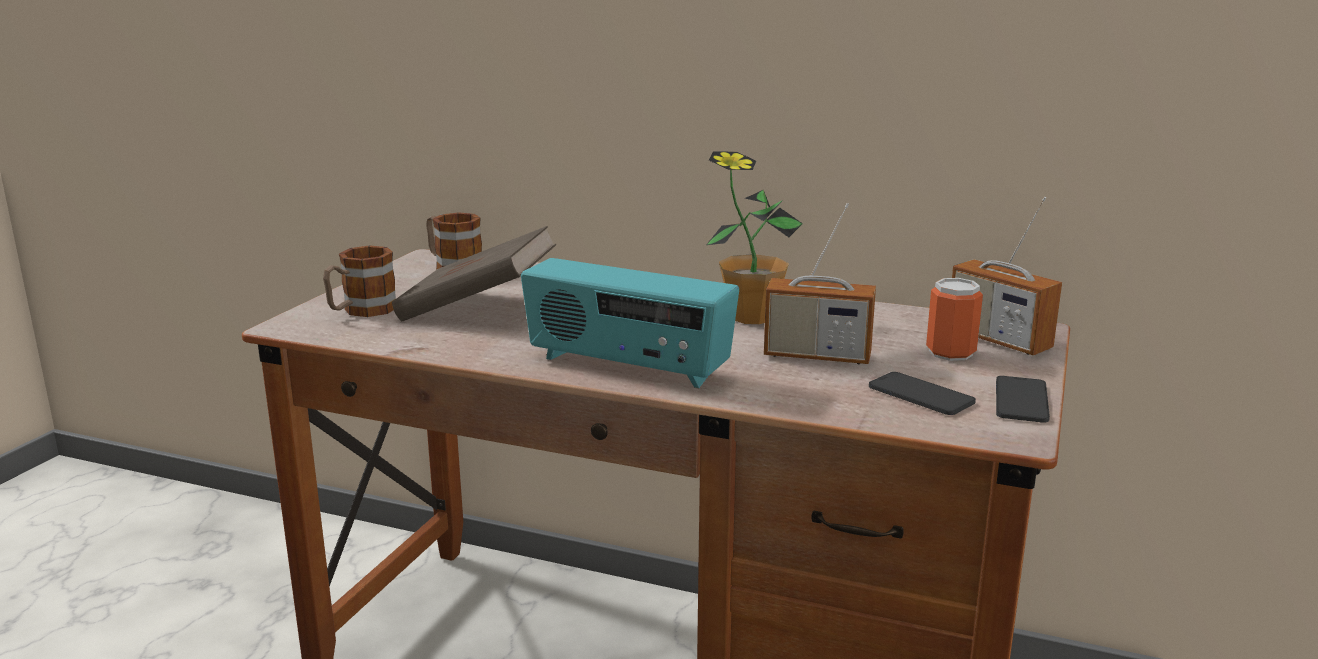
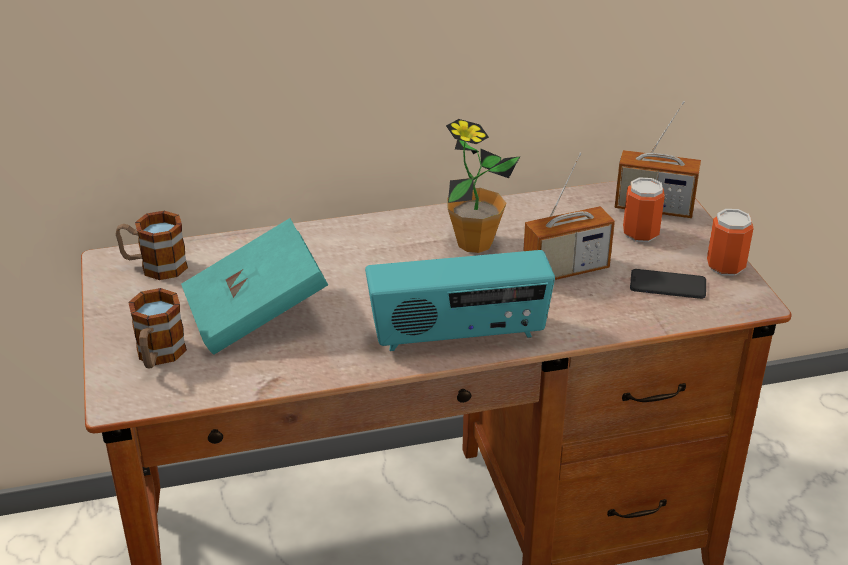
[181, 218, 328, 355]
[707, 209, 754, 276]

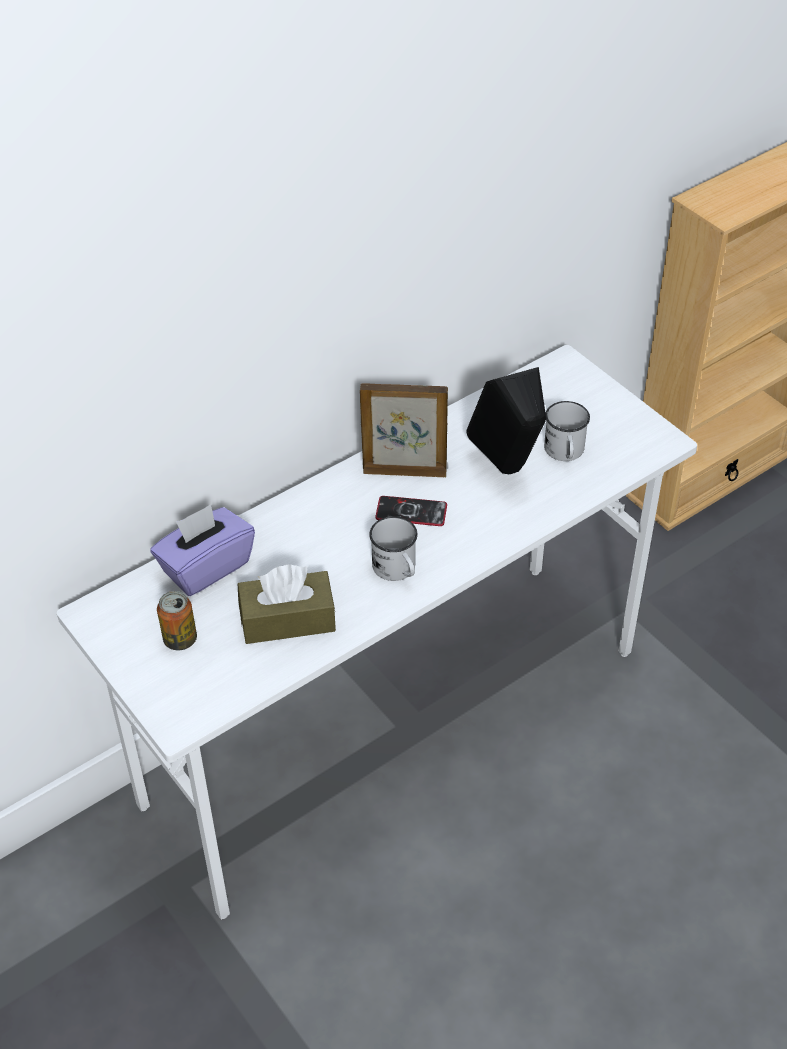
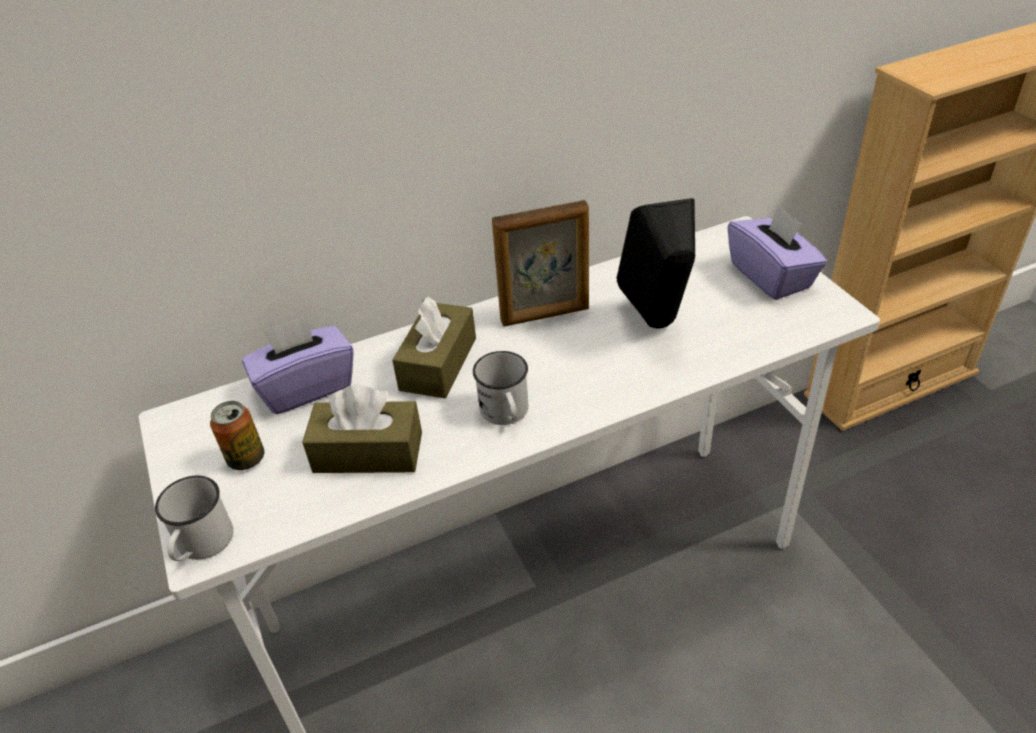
[155, 476, 233, 561]
[392, 297, 476, 398]
[492, 200, 589, 326]
[728, 205, 827, 300]
[375, 496, 447, 526] (first image)

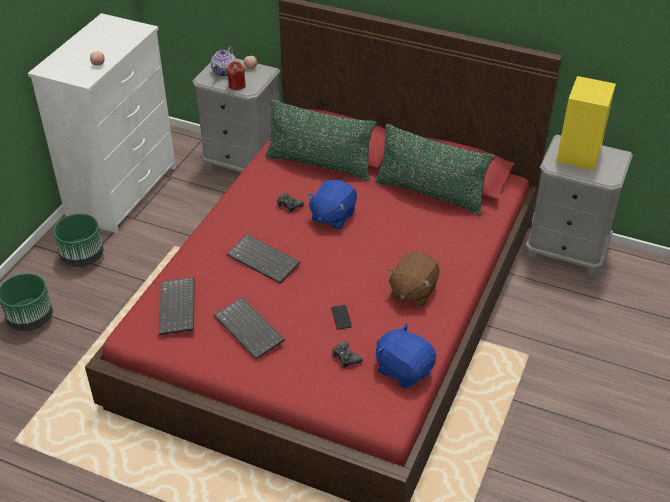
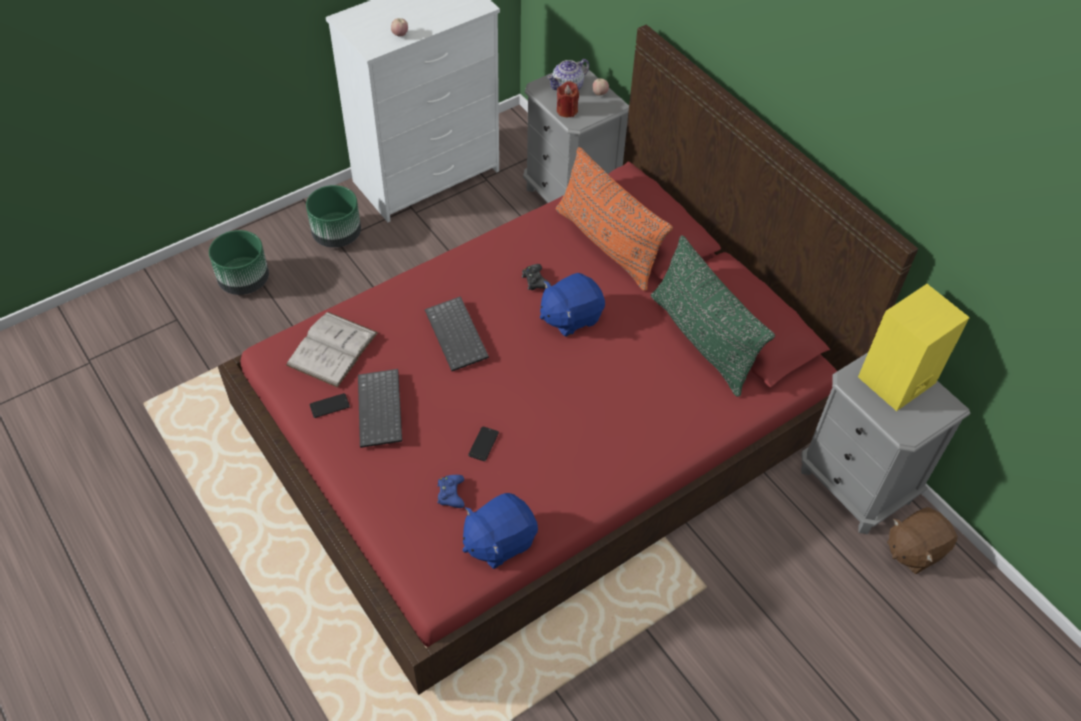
[286, 312, 378, 387]
[310, 393, 350, 418]
[437, 475, 464, 508]
[463, 493, 538, 569]
[556, 147, 673, 291]
[887, 507, 958, 574]

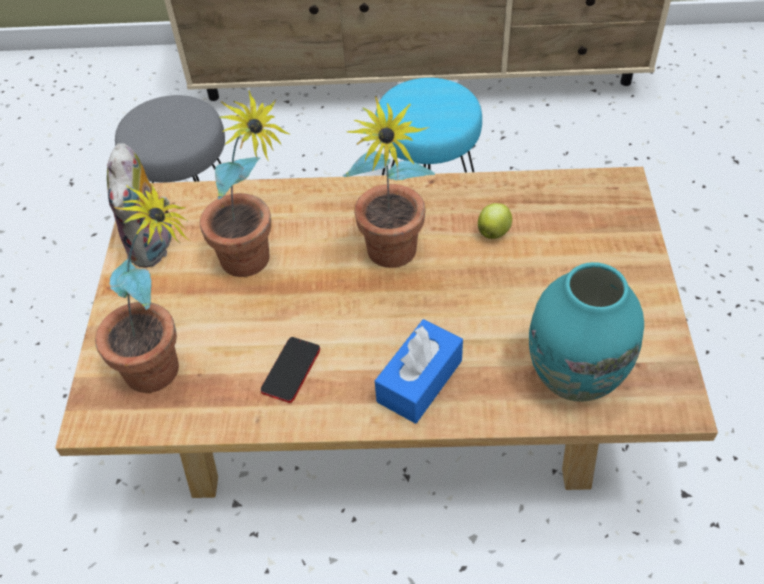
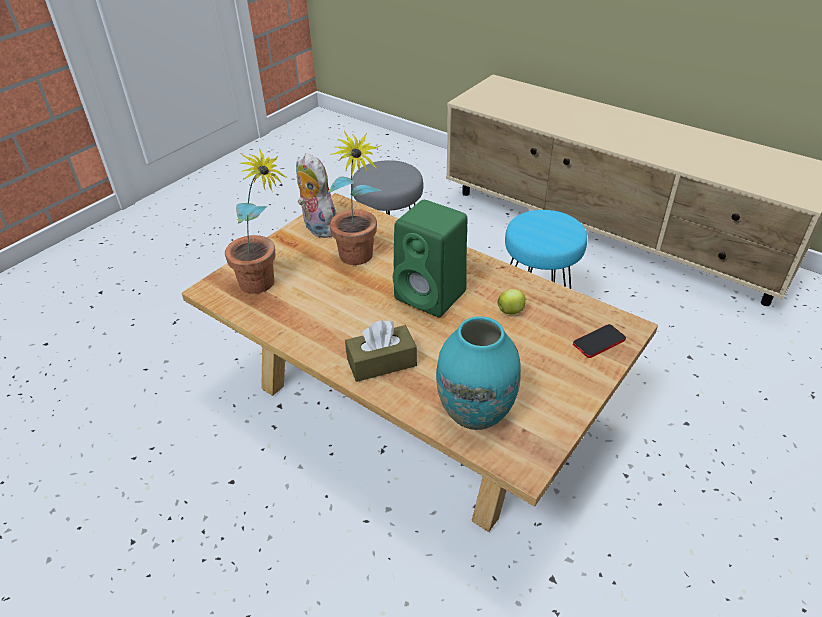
[296, 153, 336, 238]
[345, 320, 417, 382]
[393, 200, 467, 317]
[573, 324, 626, 358]

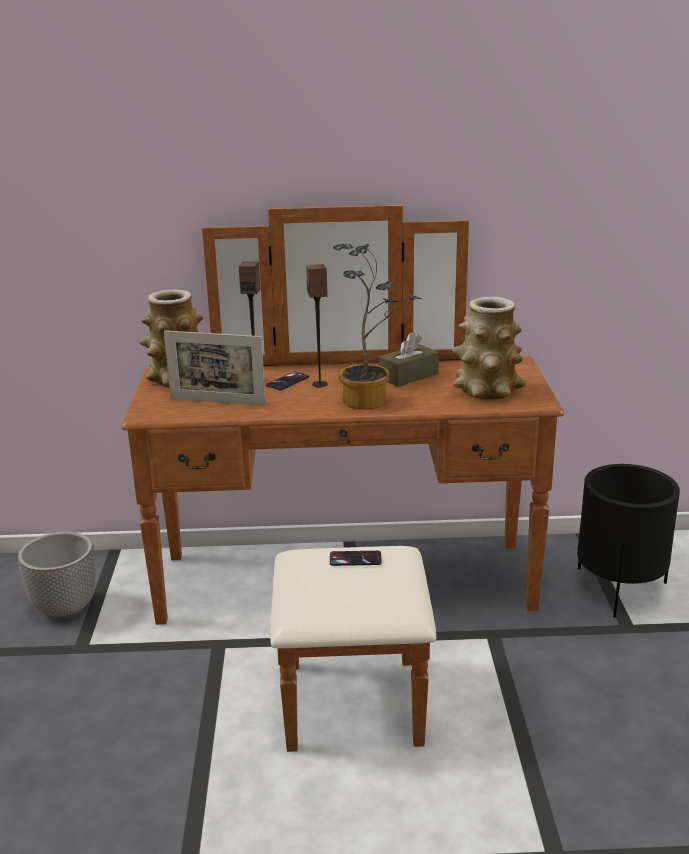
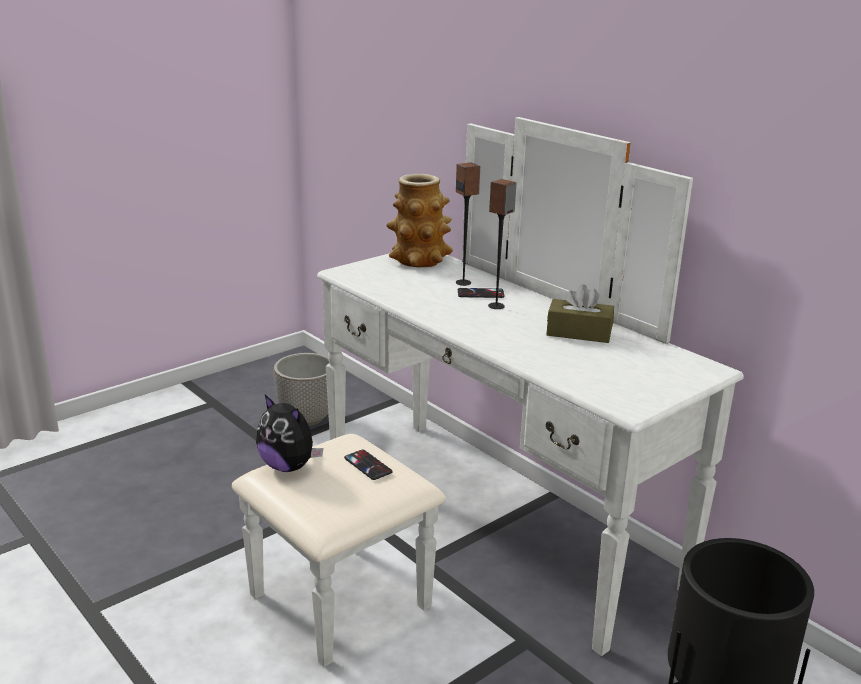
[232, 117, 744, 667]
[256, 395, 323, 472]
[164, 330, 266, 406] (first image)
[333, 244, 422, 410] (first image)
[452, 297, 526, 400] (first image)

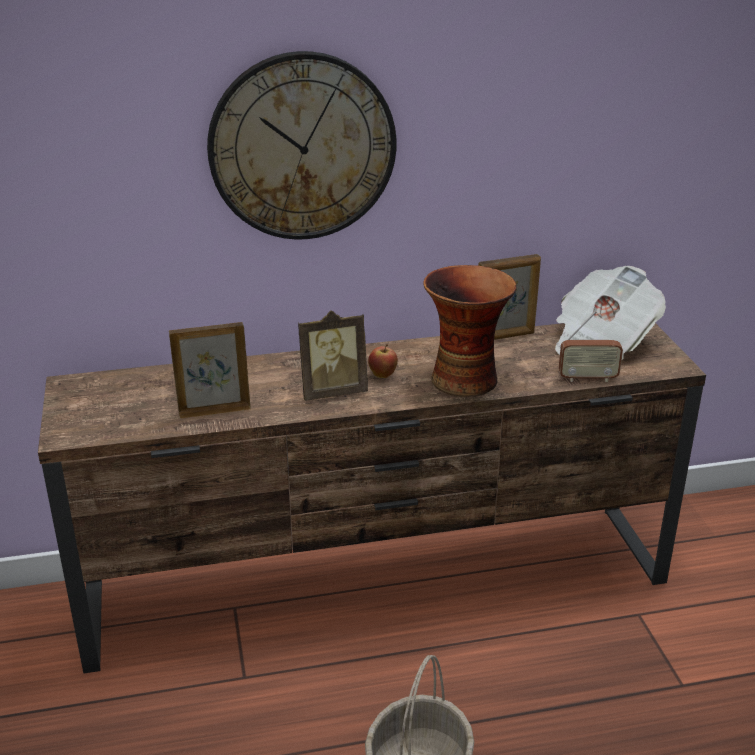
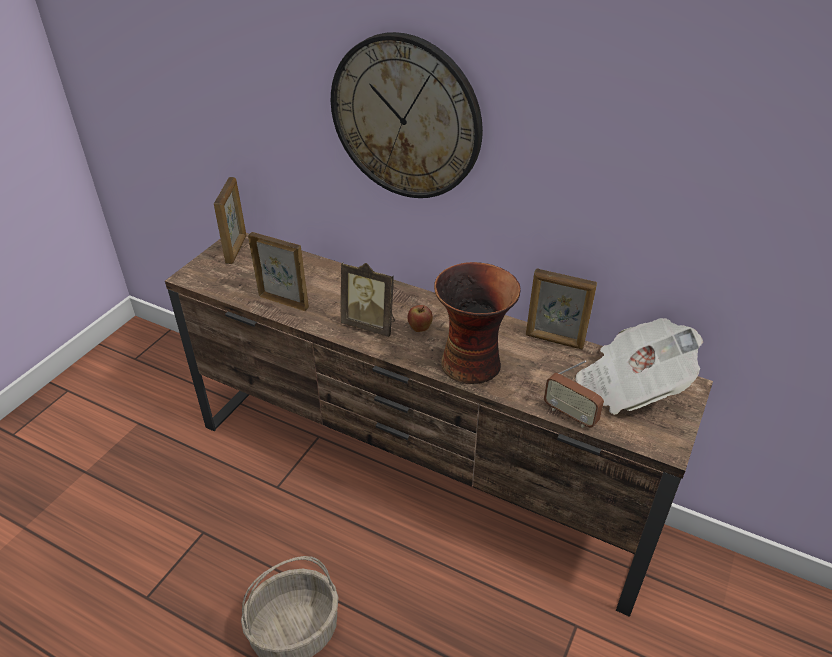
[214, 177, 246, 264]

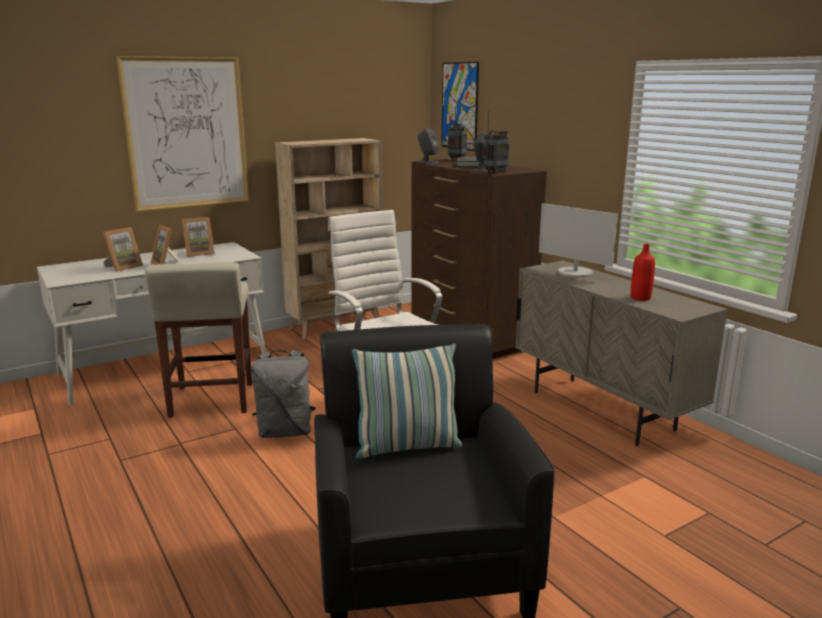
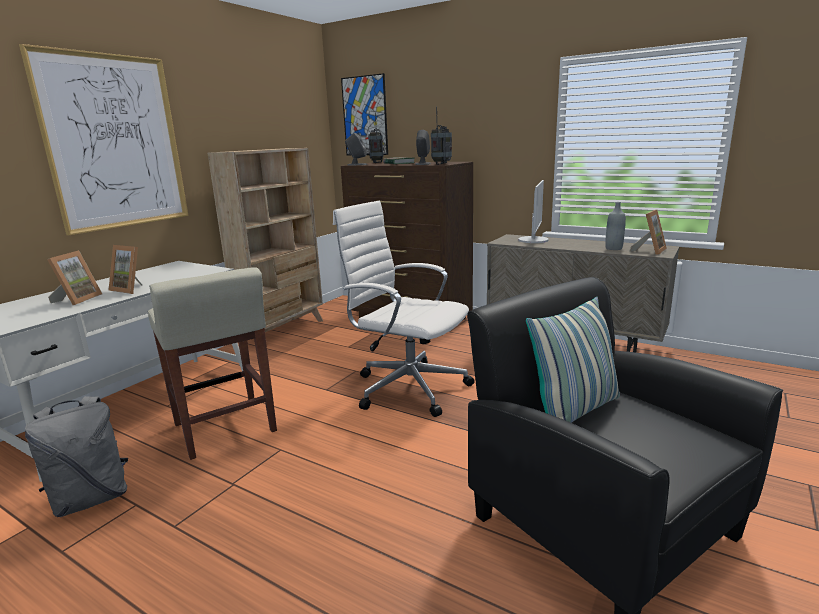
[25, 396, 128, 517]
[518, 180, 548, 243]
[605, 202, 626, 250]
[629, 210, 667, 255]

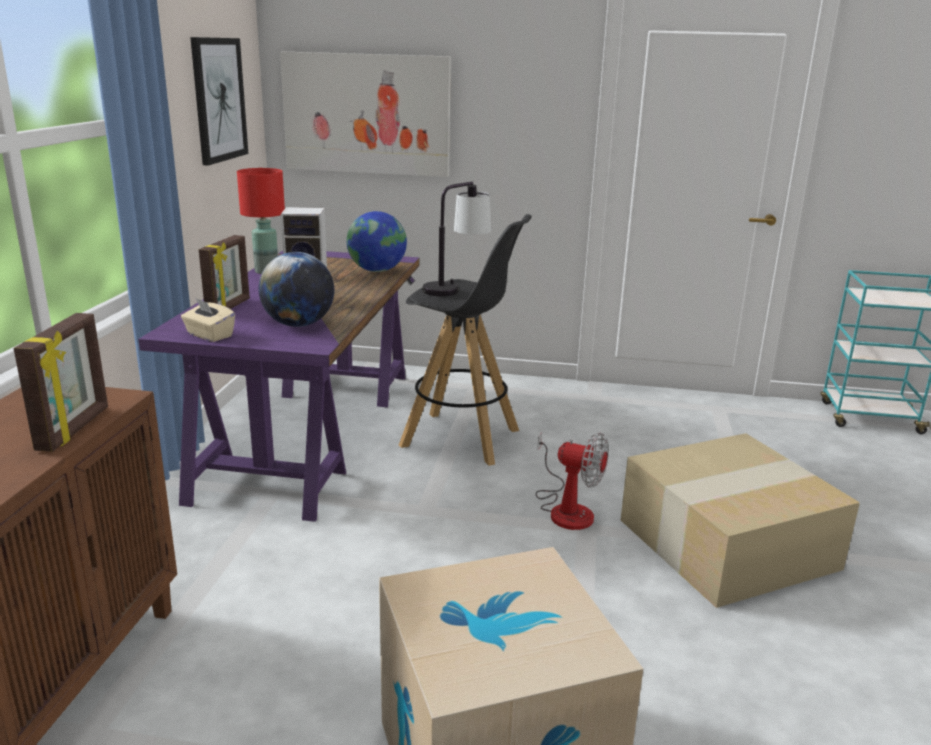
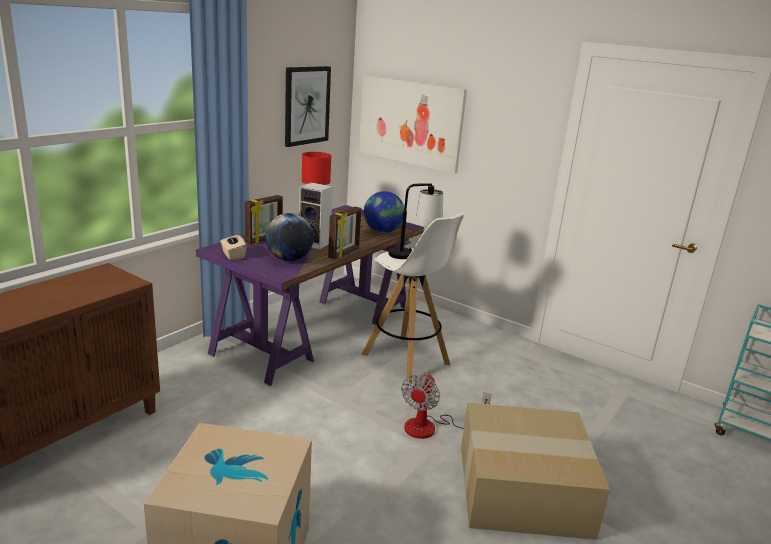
[328, 206, 361, 259]
[362, 213, 464, 383]
[401, 373, 491, 439]

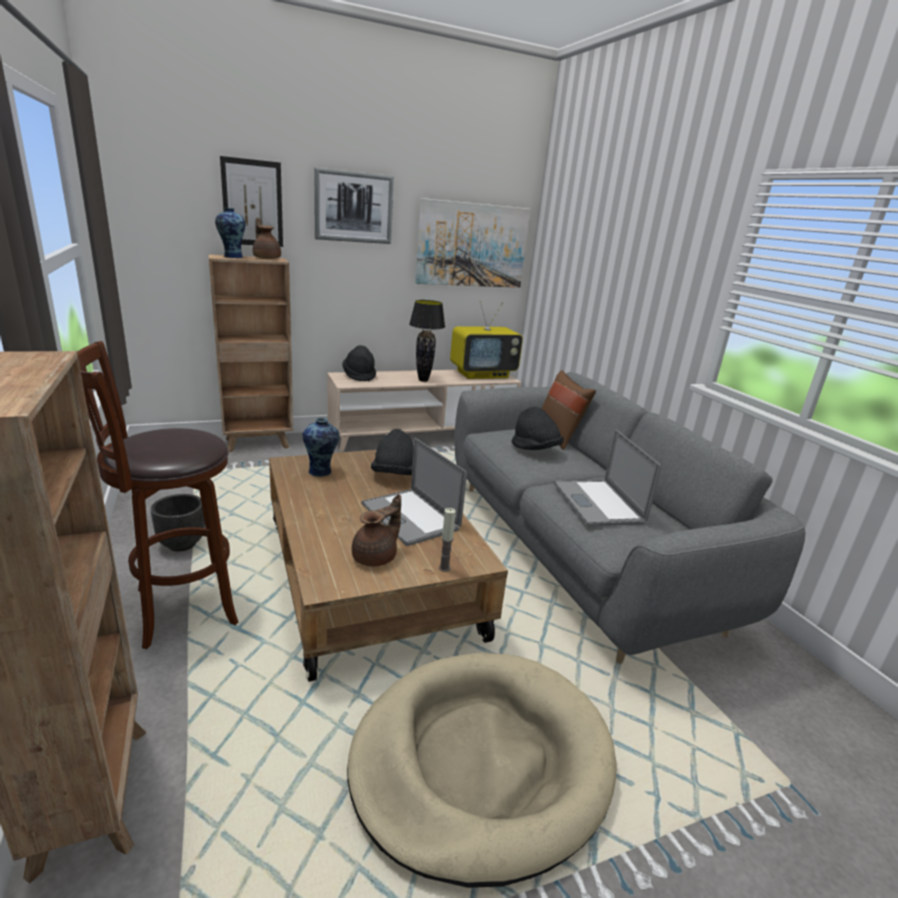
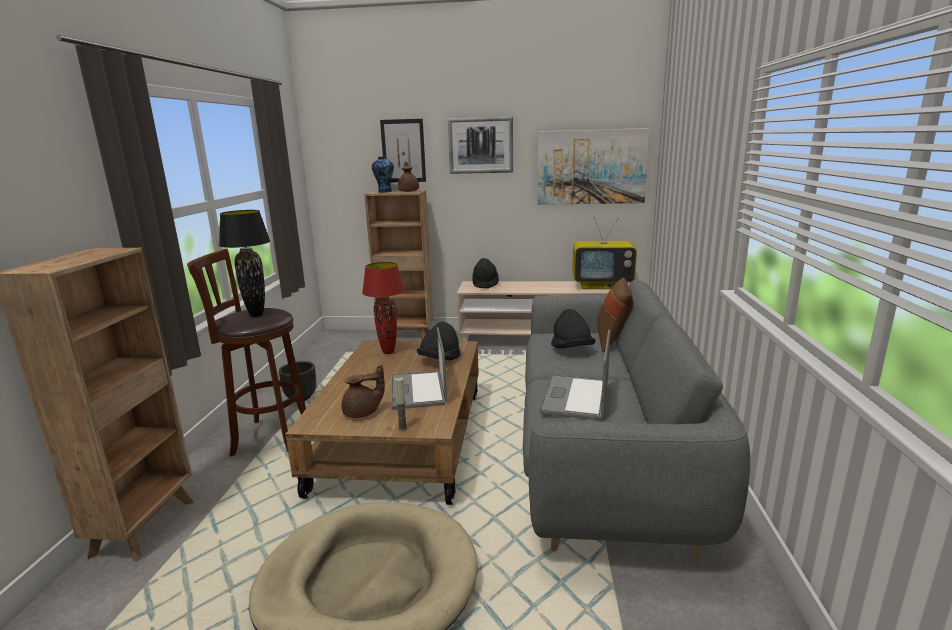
[219, 210, 270, 317]
[362, 262, 404, 354]

